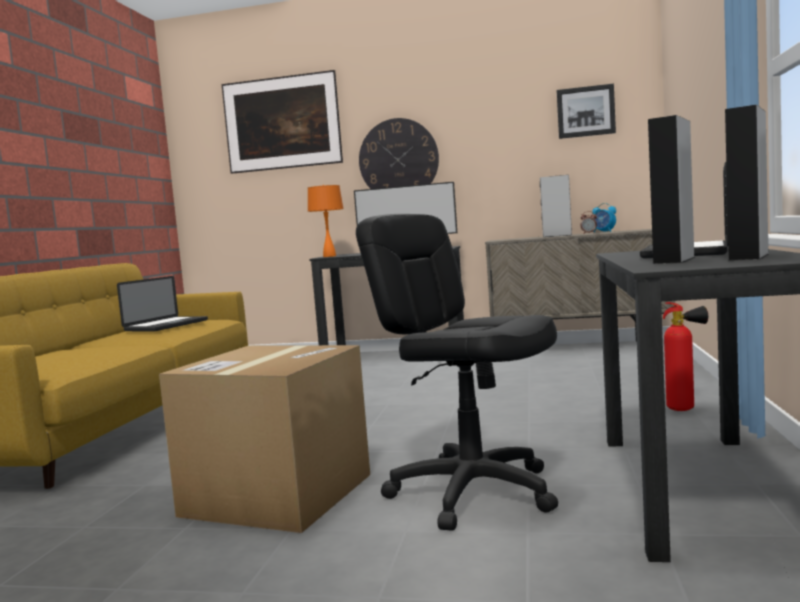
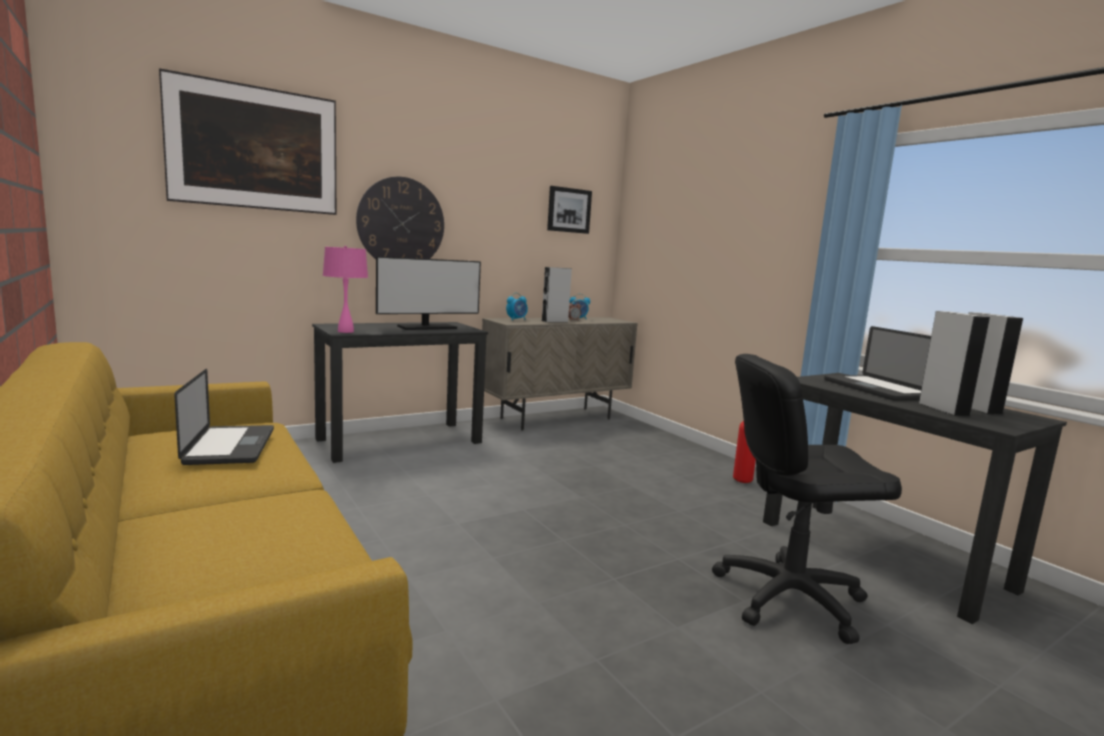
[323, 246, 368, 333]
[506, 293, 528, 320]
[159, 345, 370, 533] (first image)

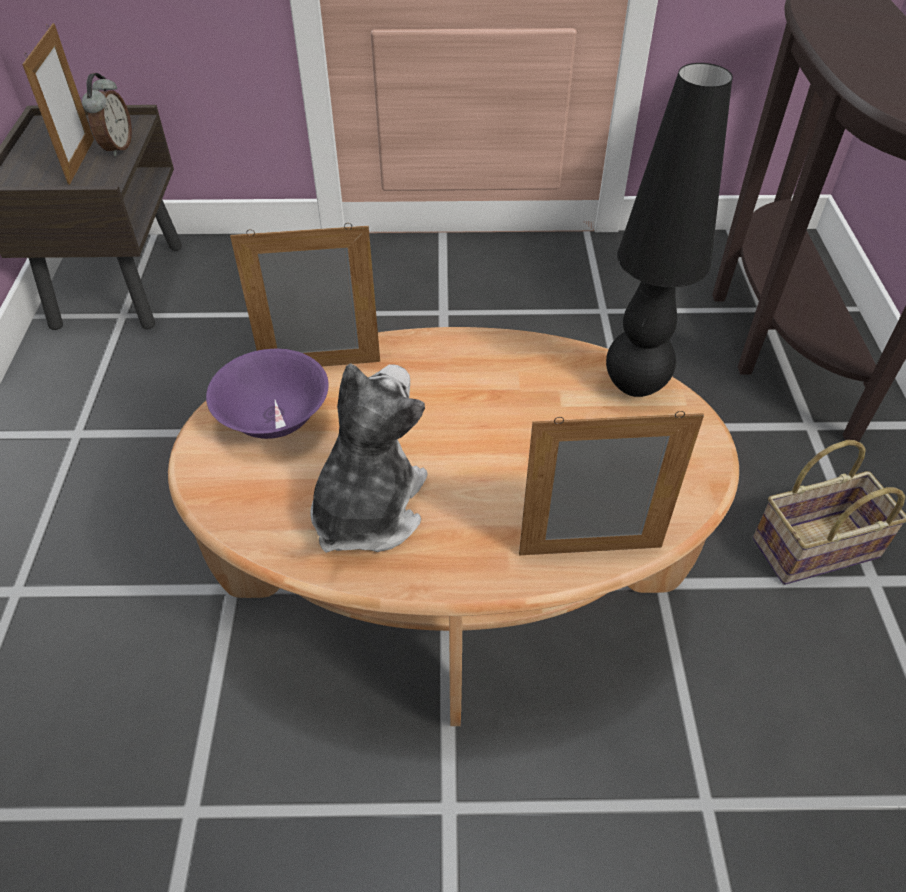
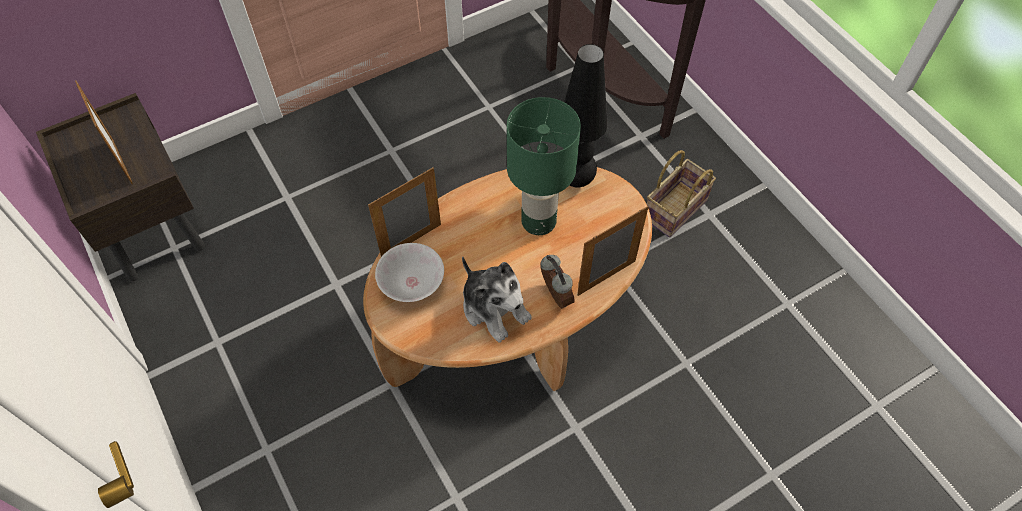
[375, 243, 444, 302]
[462, 256, 532, 343]
[507, 97, 581, 235]
[541, 255, 575, 308]

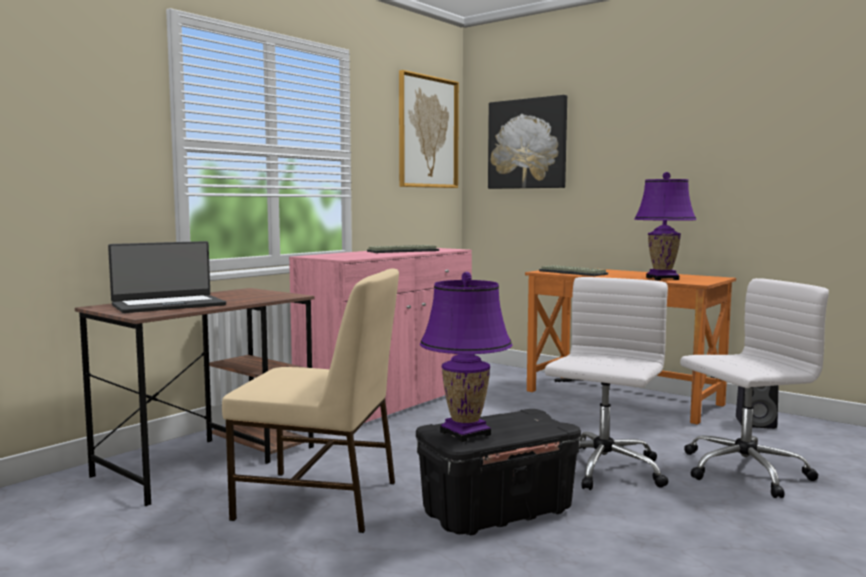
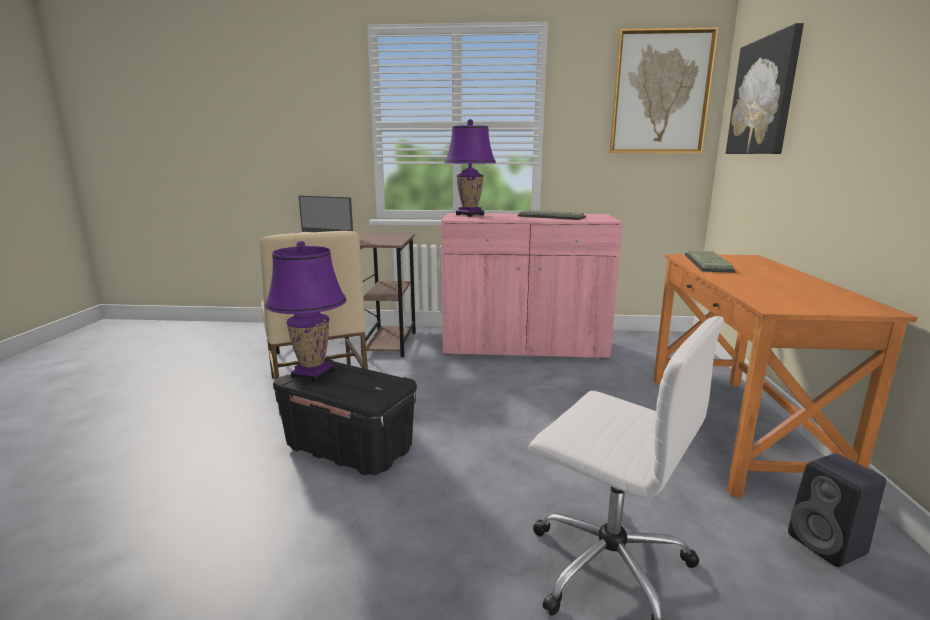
[444, 119, 496, 217]
[545, 277, 668, 490] (first image)

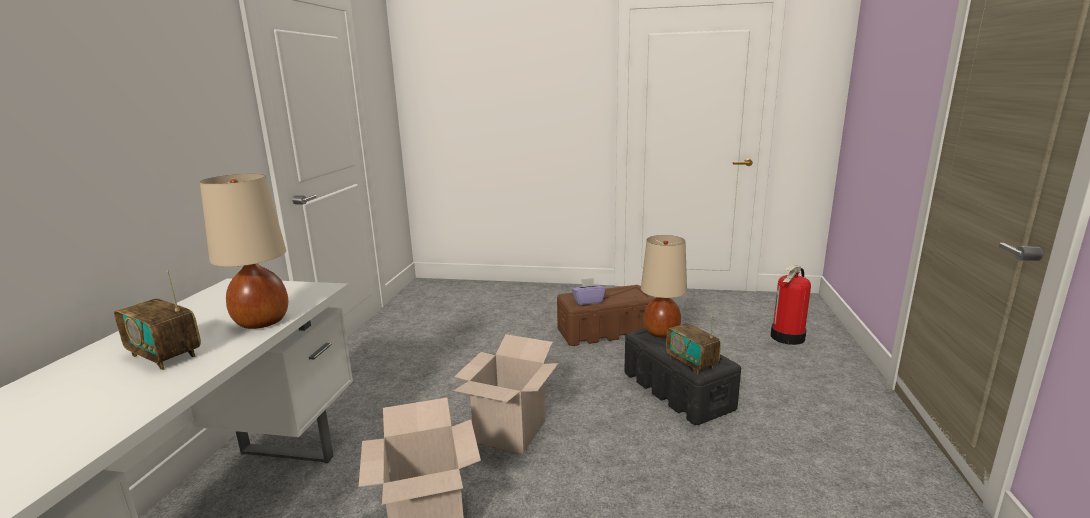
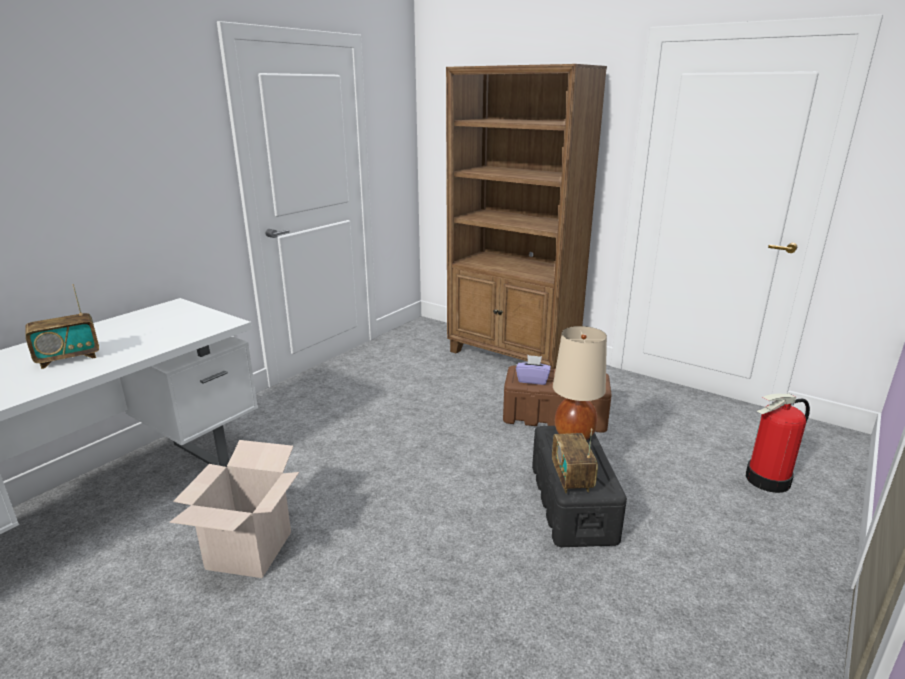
[25, 284, 99, 369]
[446, 64, 607, 369]
[200, 174, 288, 329] (first image)
[454, 334, 559, 454] (first image)

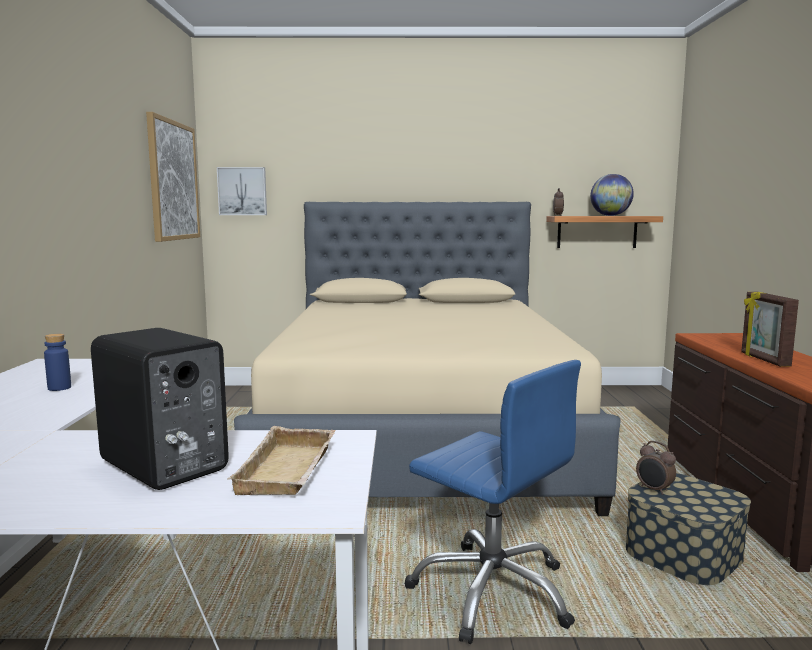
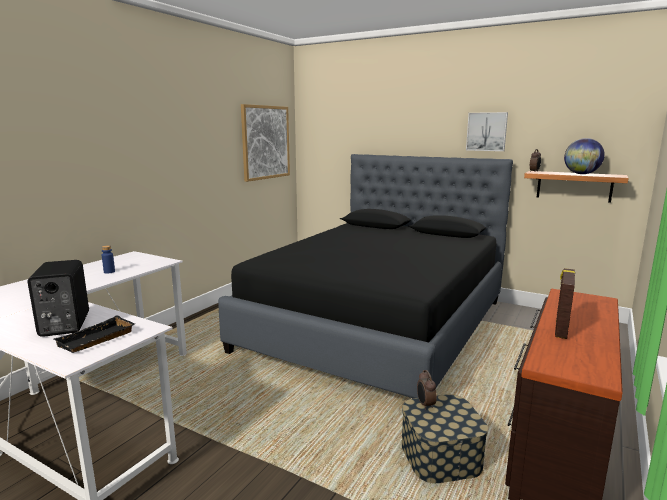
[54, 315, 135, 353]
[218, 154, 513, 398]
[466, 112, 508, 151]
[405, 360, 581, 644] (first image)

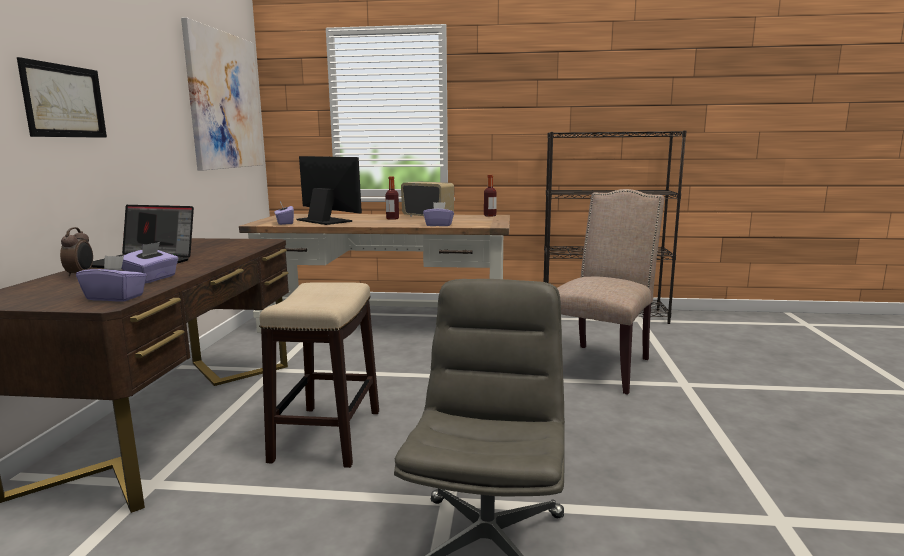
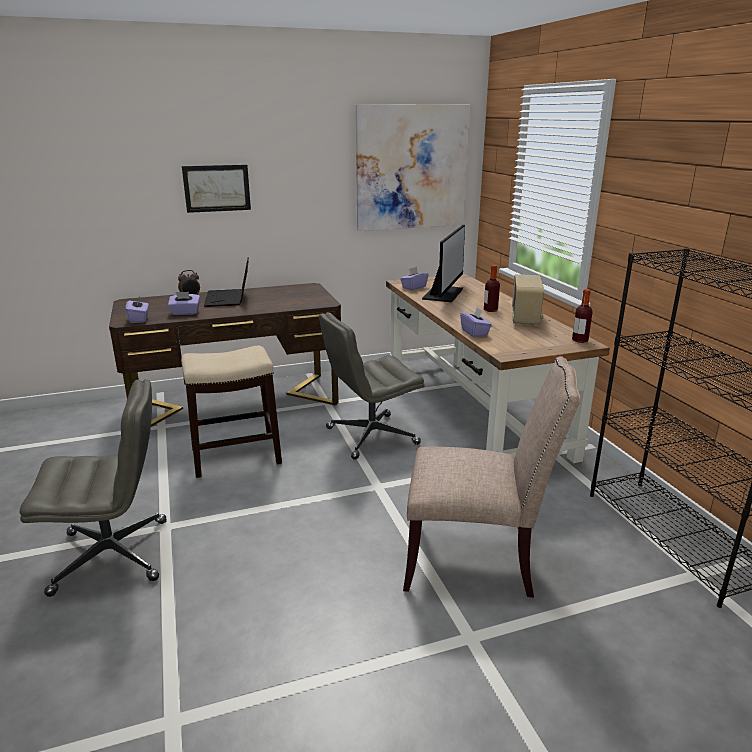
[319, 312, 425, 460]

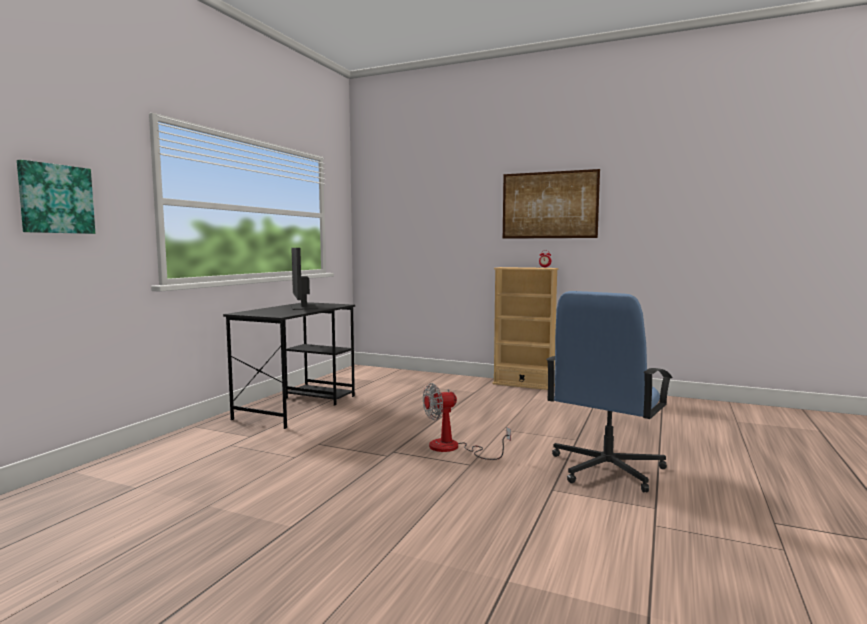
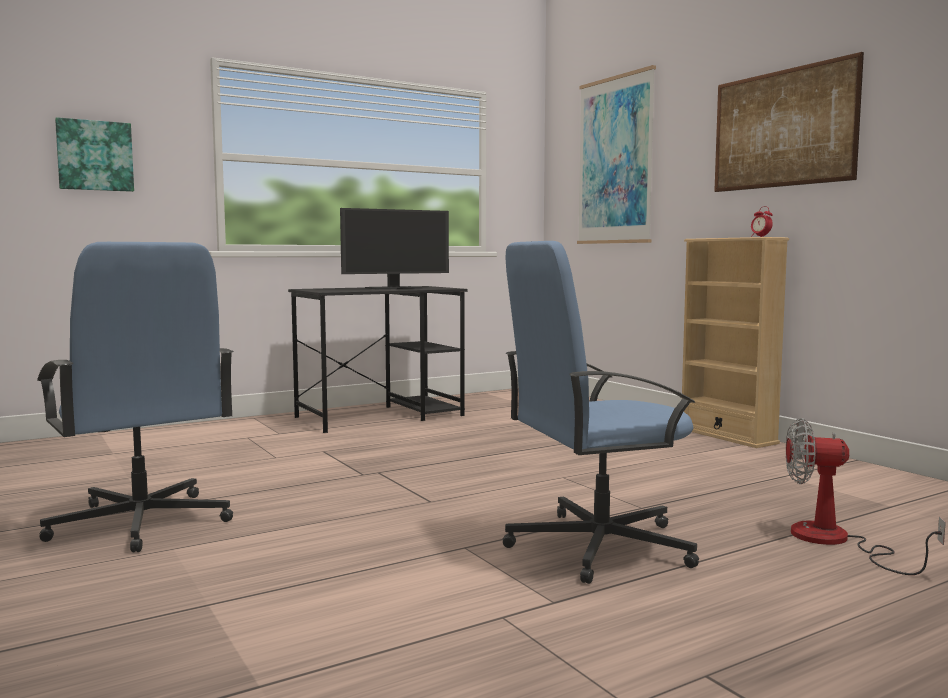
[37, 242, 234, 552]
[340, 208, 449, 289]
[577, 65, 656, 244]
[786, 418, 946, 575]

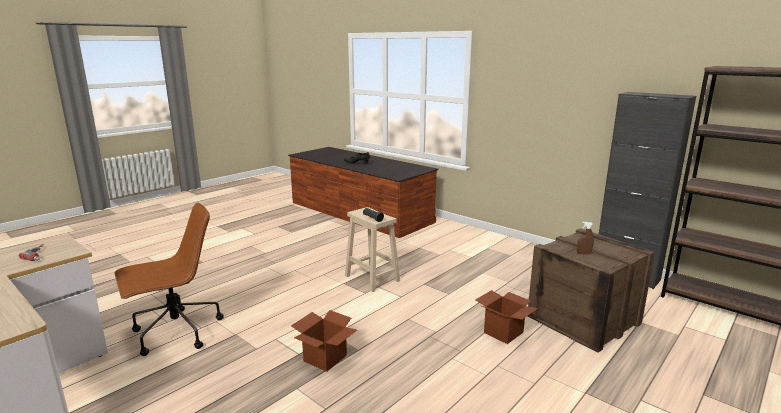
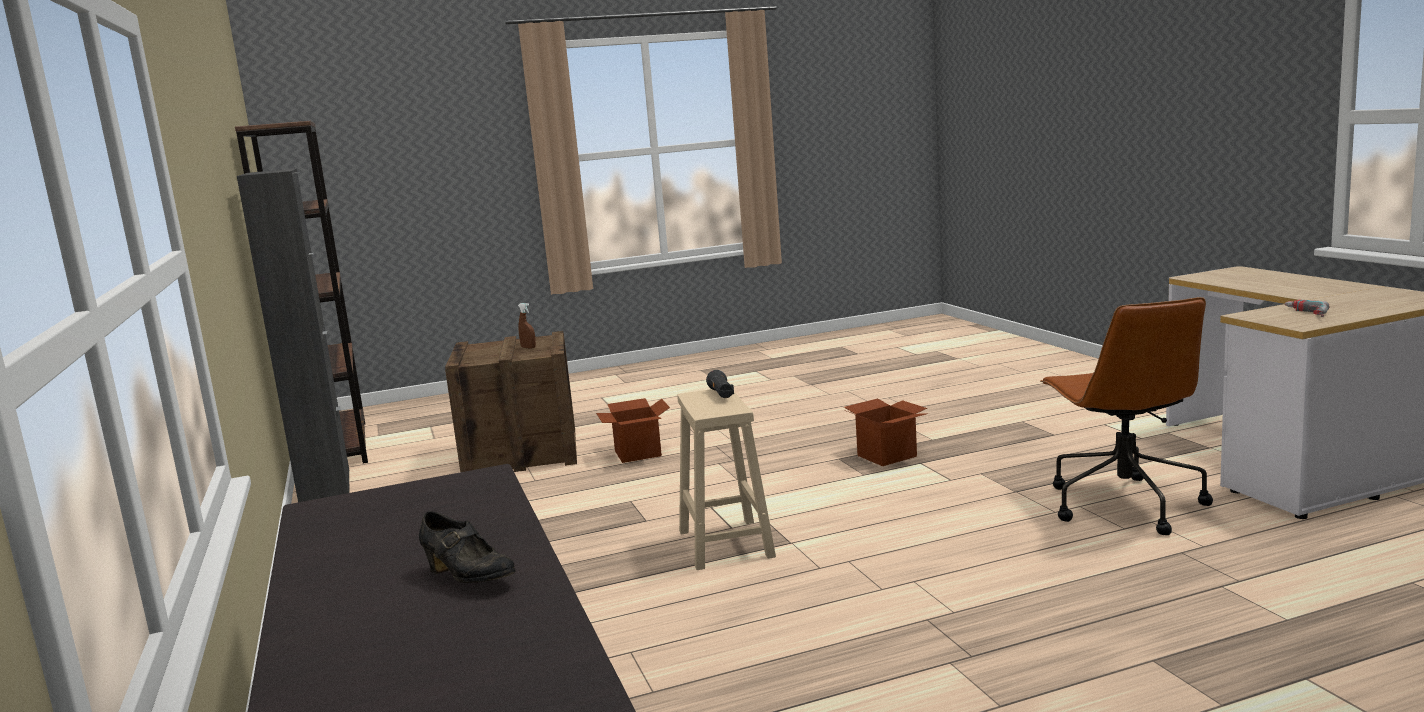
[1040, 297, 1213, 535]

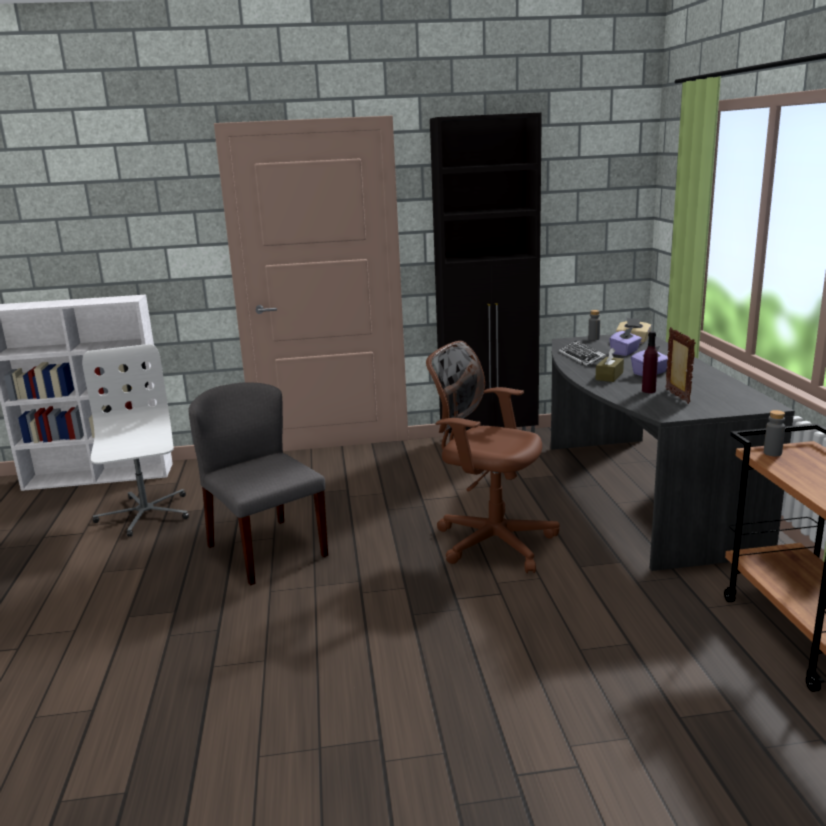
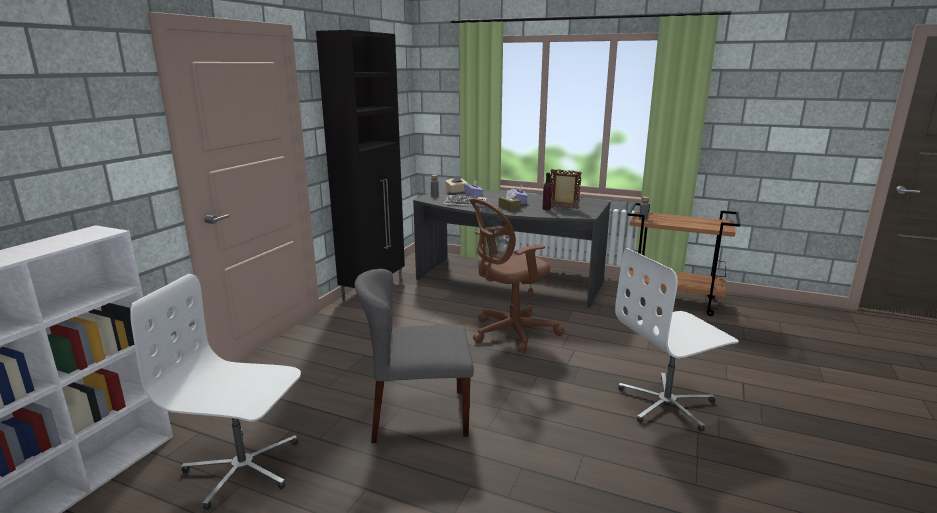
[615, 248, 739, 432]

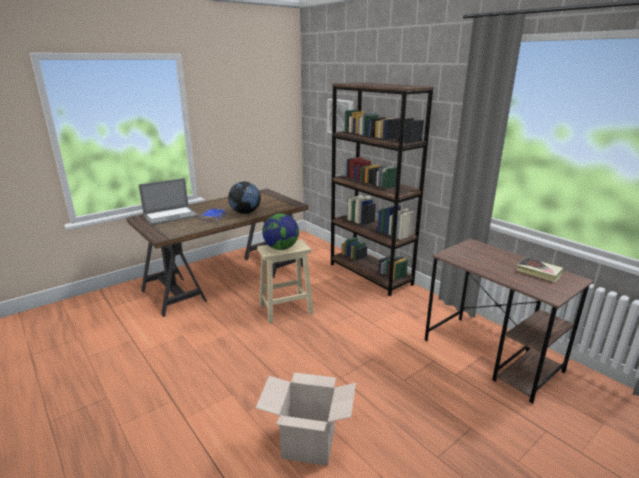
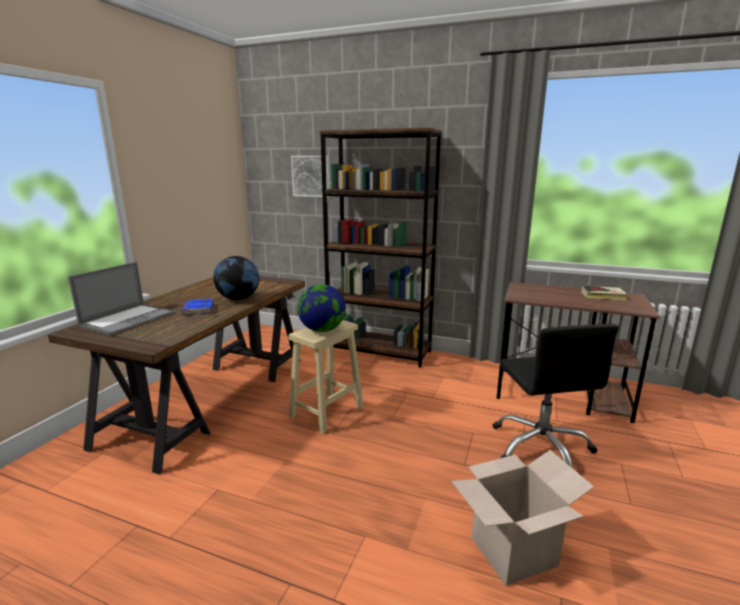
[493, 324, 619, 468]

